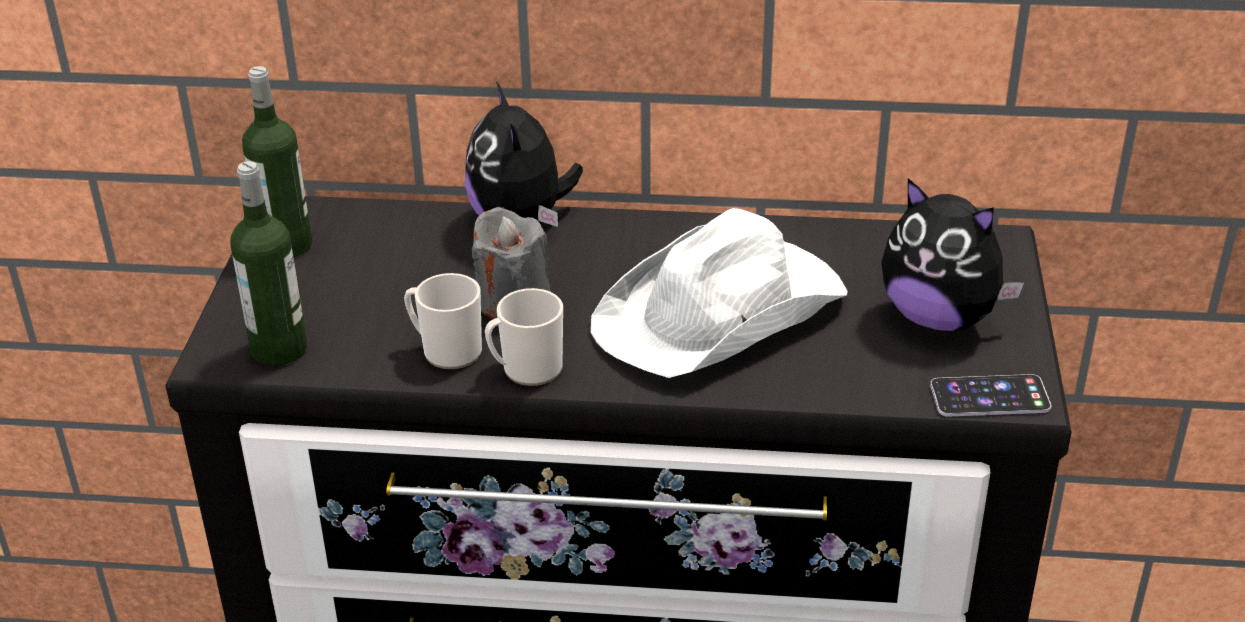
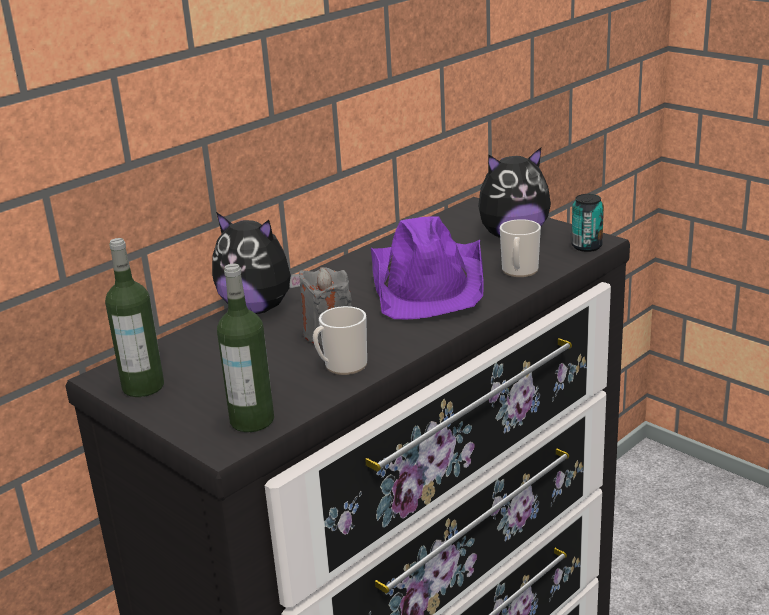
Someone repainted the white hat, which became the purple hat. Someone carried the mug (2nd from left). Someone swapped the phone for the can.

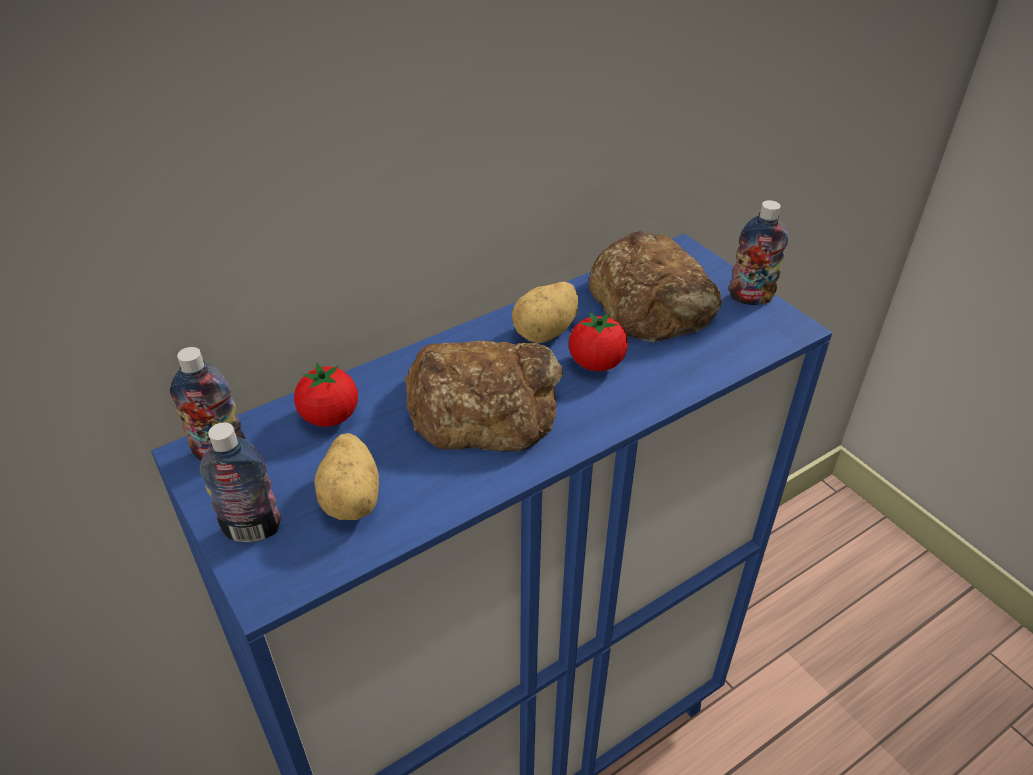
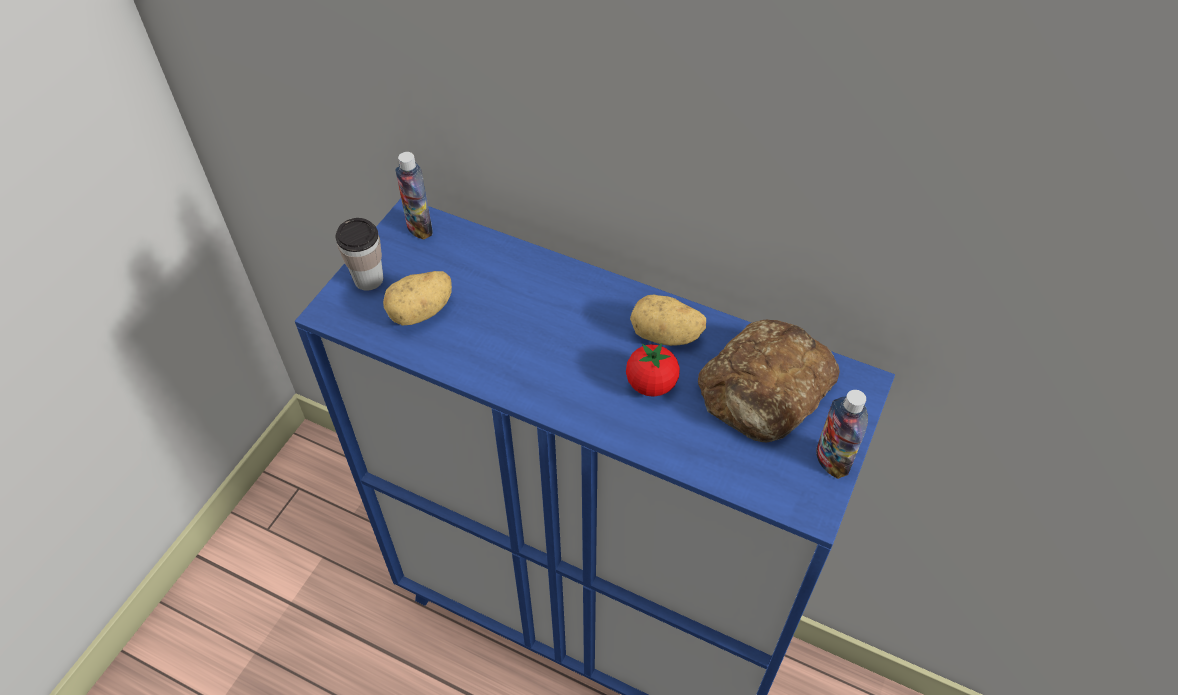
Someone swapped the bottle (2nd from left) for the cup. Someone took away the tomato (1st from left). Someone took away the bread (1st from left).

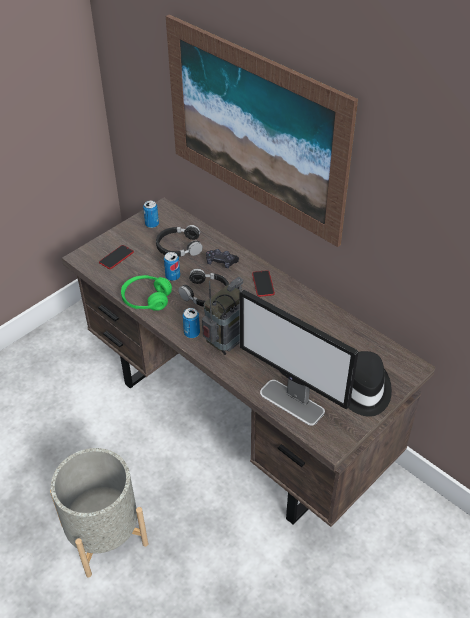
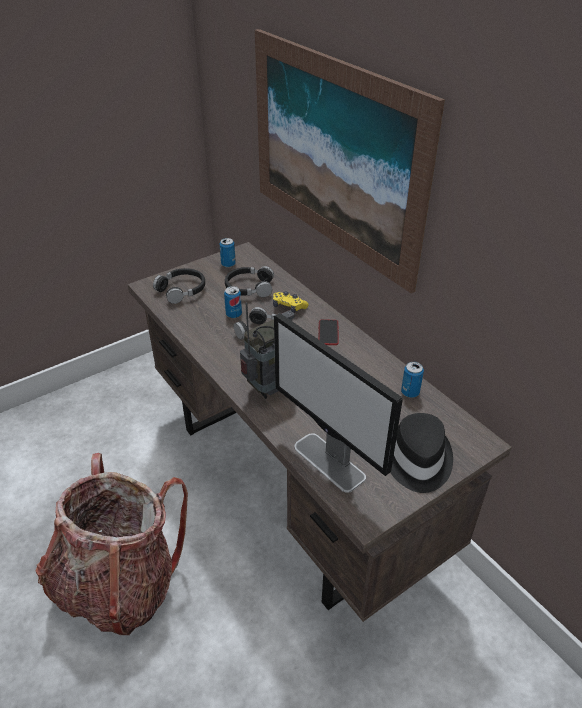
Someone swapped the grey planter for the backpack. Someone swapped the phone (1st from left) for the black headphones (1st from left). Someone repainted the black game controller, which became the yellow game controller. Someone carried the can (3rd from left). Someone took away the green headphones.

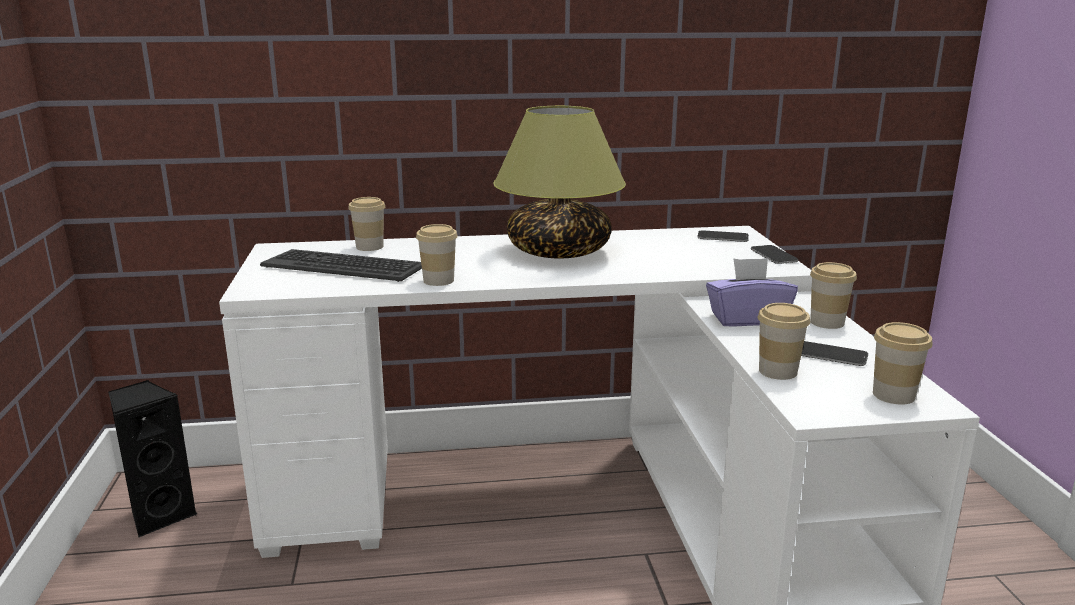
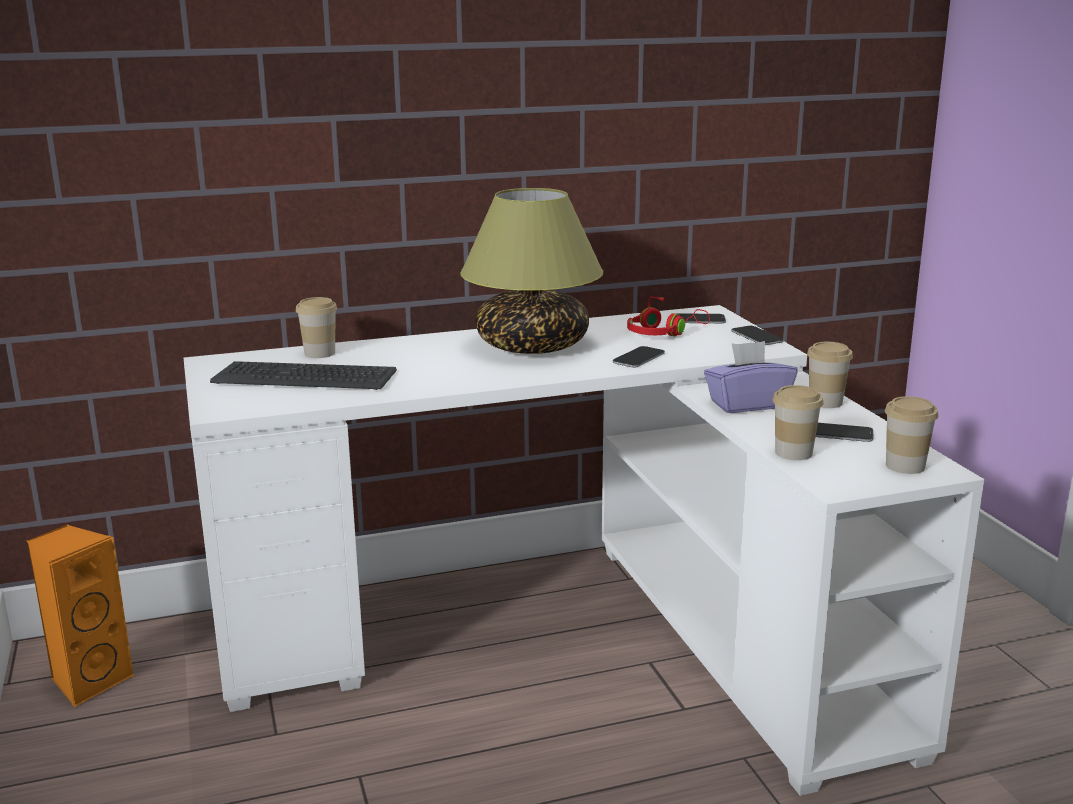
Someone repainted the black speaker, which became the orange speaker. Someone put down the phone (1st from left). Someone put down the red headphones. Someone took away the cup (2nd from left).

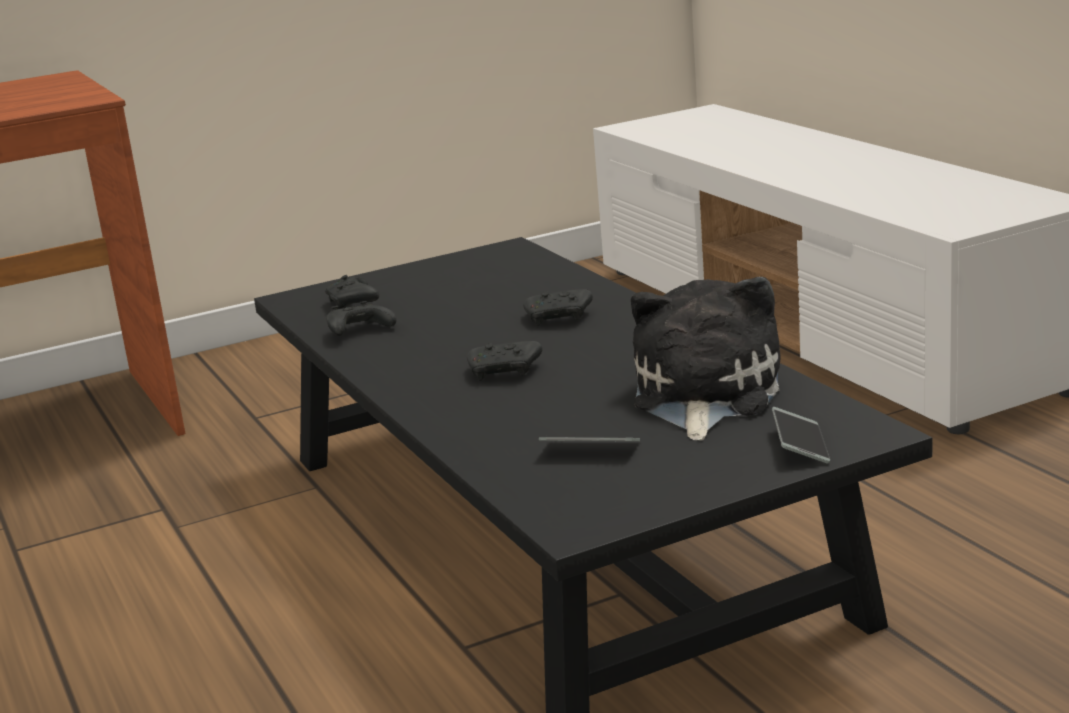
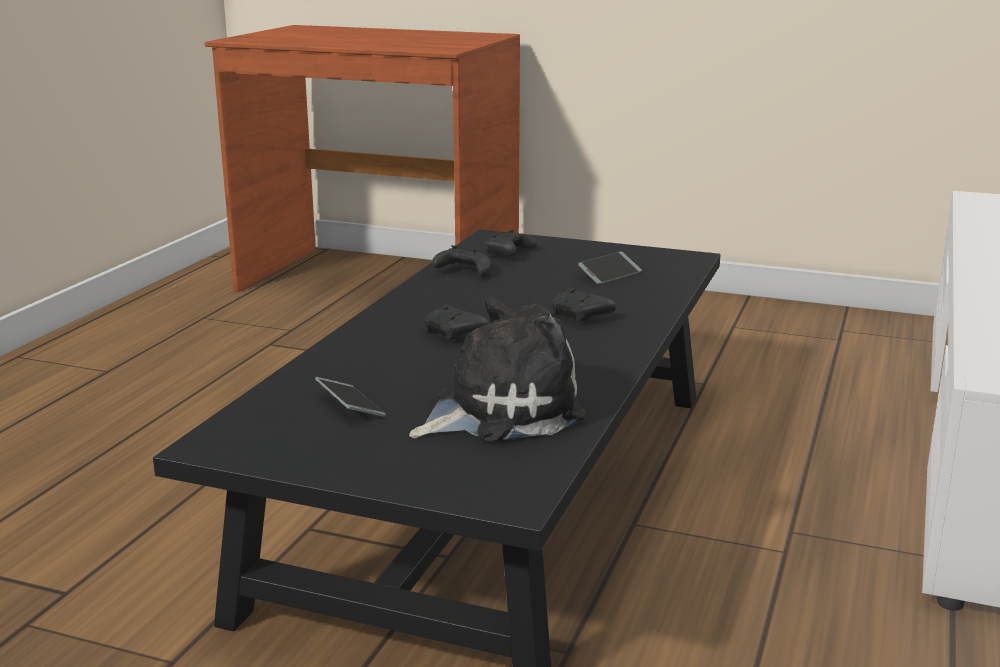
Someone carried the phone (2nd from left).

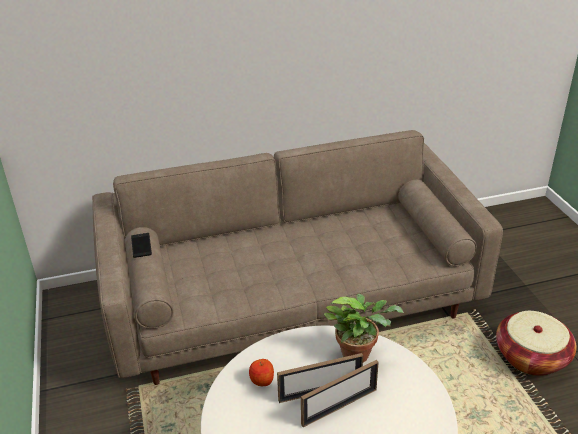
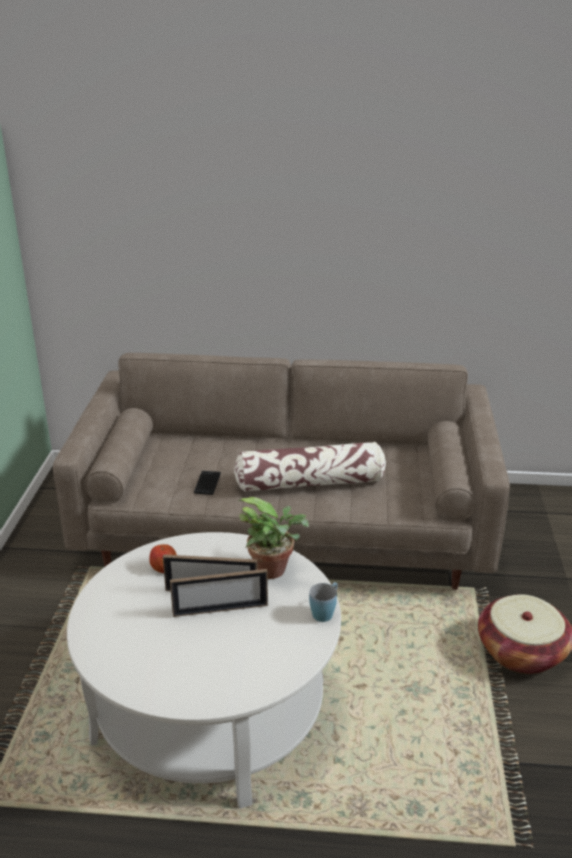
Someone carried the phone. Someone put down the pillow. Someone put down the blue mug.

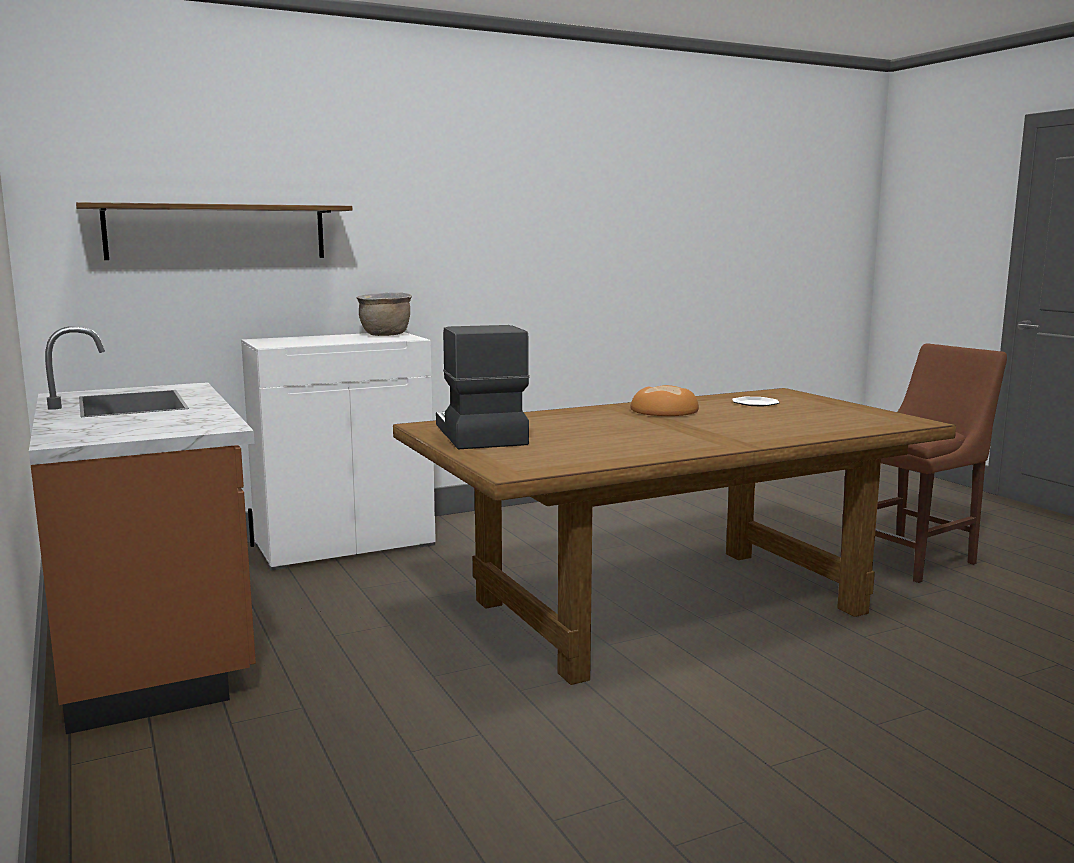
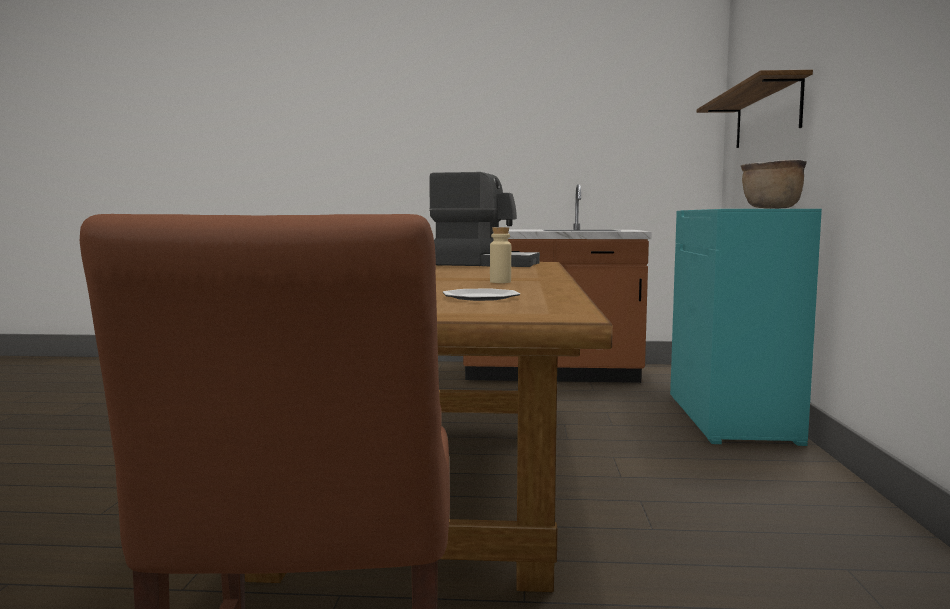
Someone swapped the bread for the beige bottle. Someone repainted the white cabinet, which became the turquoise cabinet.

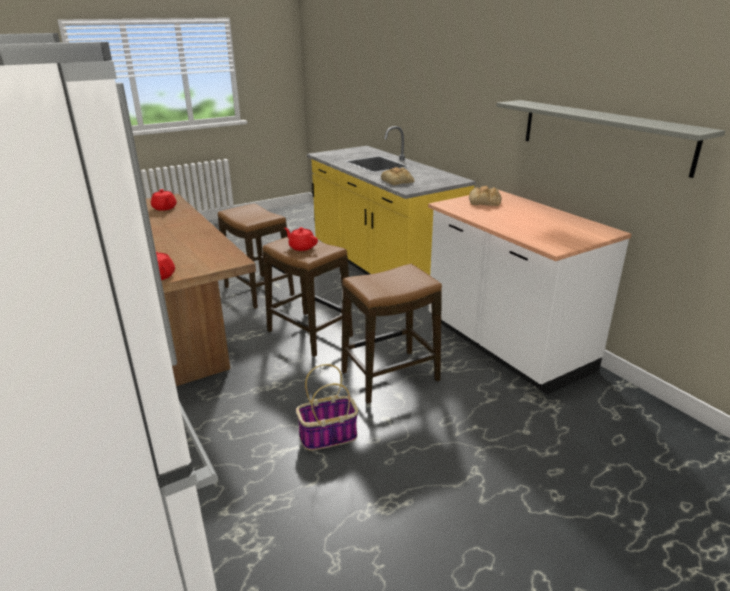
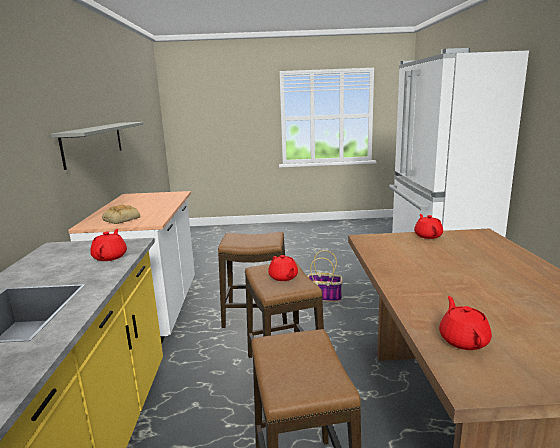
Someone swapped the bread (1st from left) for the red teapot (1st from left).

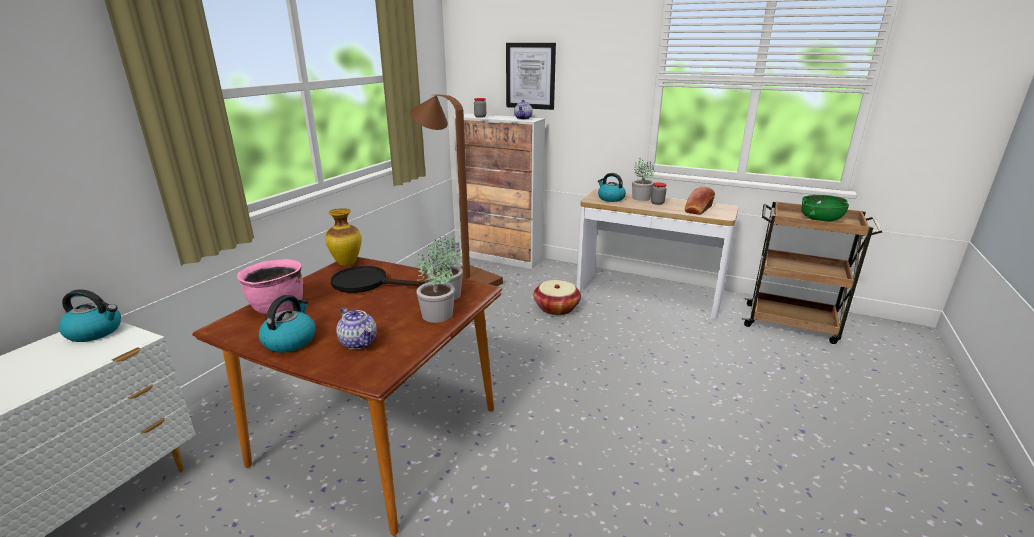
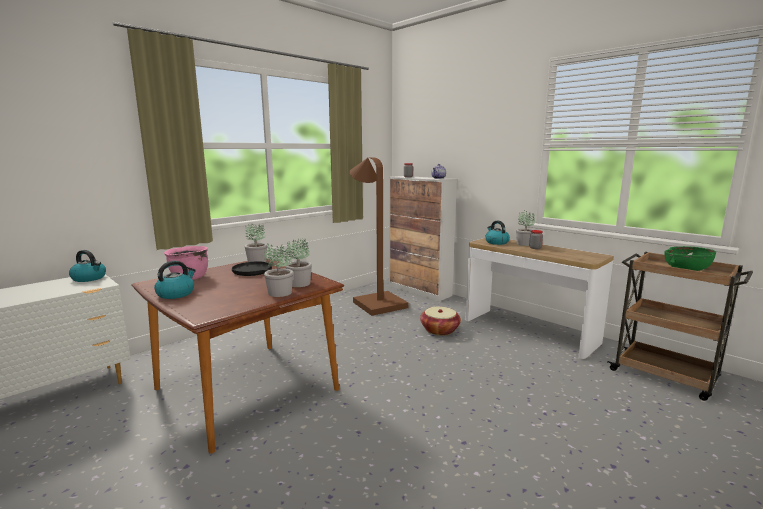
Someone swapped the vase for the potted plant (1st from left). Someone took away the teapot (1st from left). Someone took away the picture. Someone took away the bread.

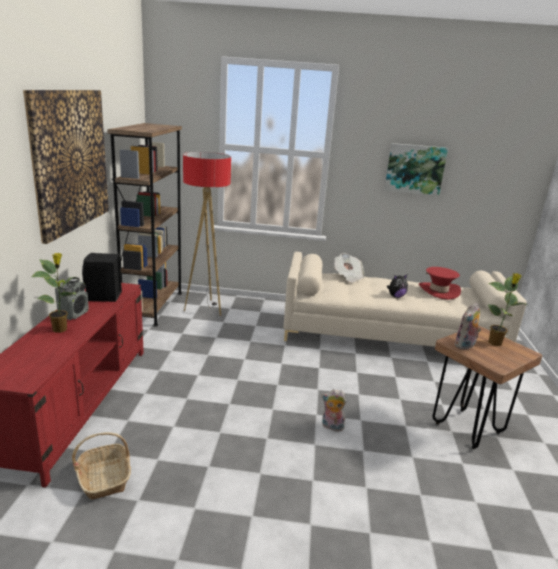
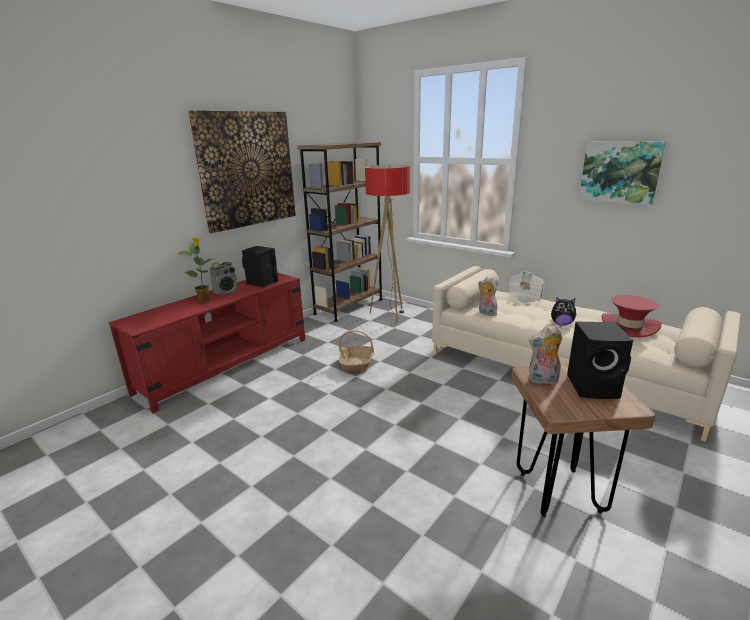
Someone carried the basket. Someone carried the plush toy (1st from left). Someone swapped the potted plant (2nd from left) for the black speaker (2nd from left).

